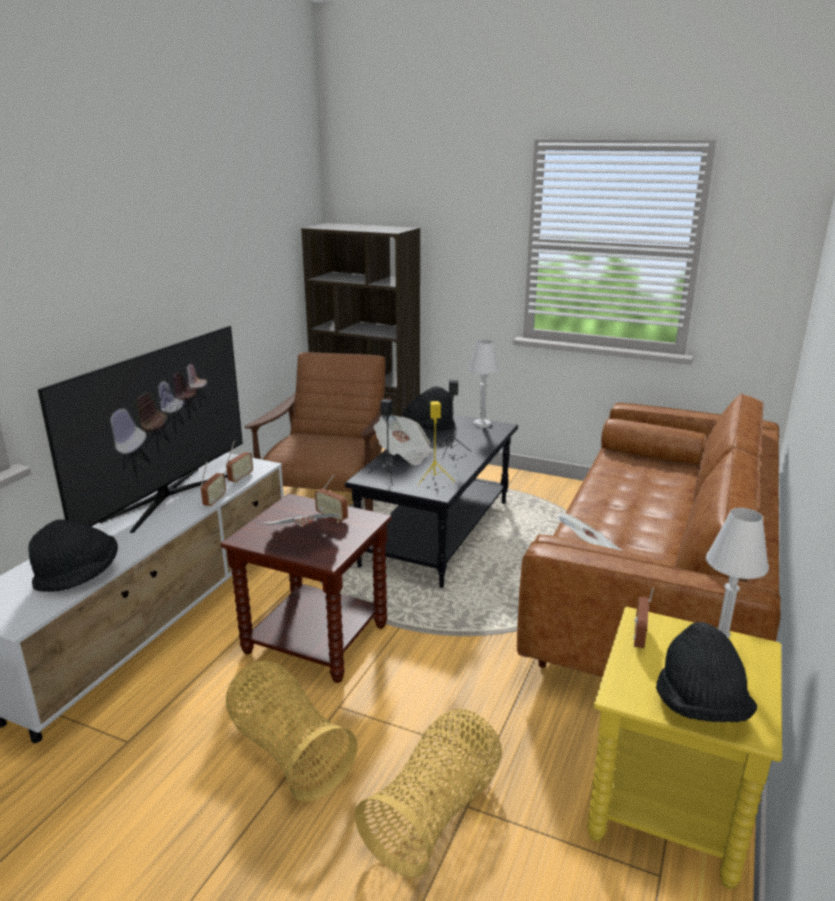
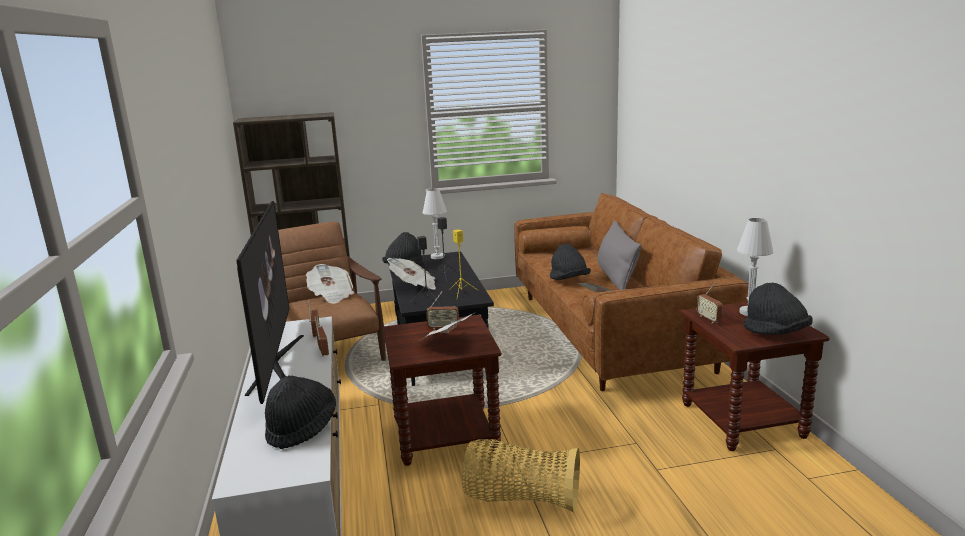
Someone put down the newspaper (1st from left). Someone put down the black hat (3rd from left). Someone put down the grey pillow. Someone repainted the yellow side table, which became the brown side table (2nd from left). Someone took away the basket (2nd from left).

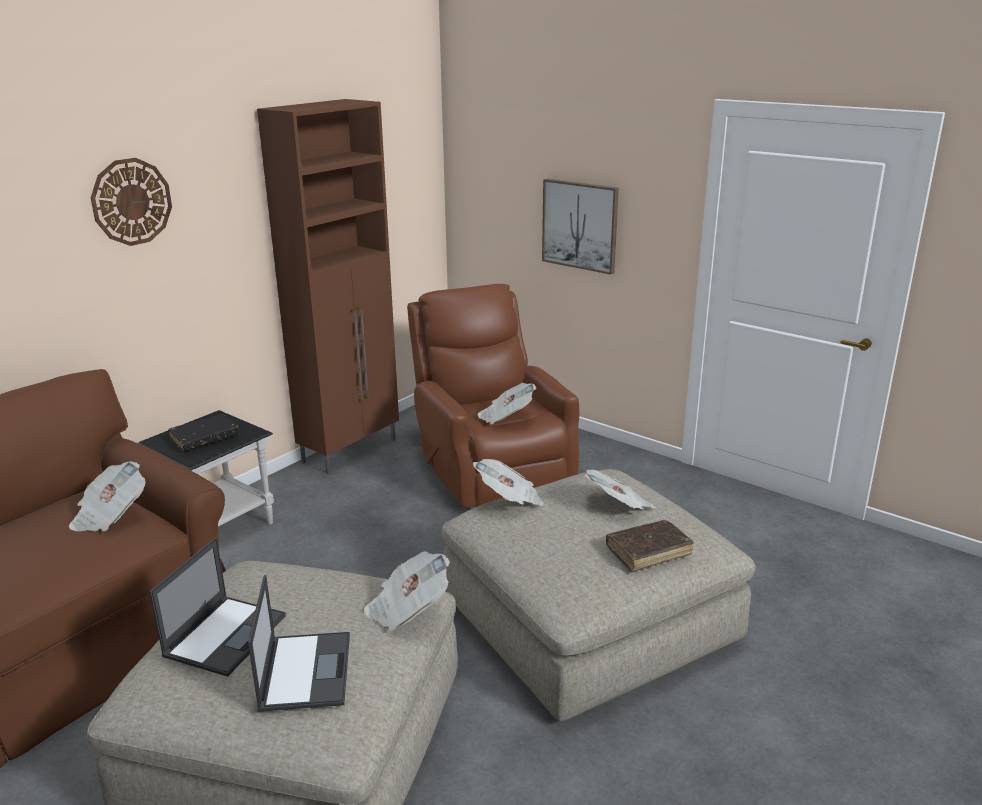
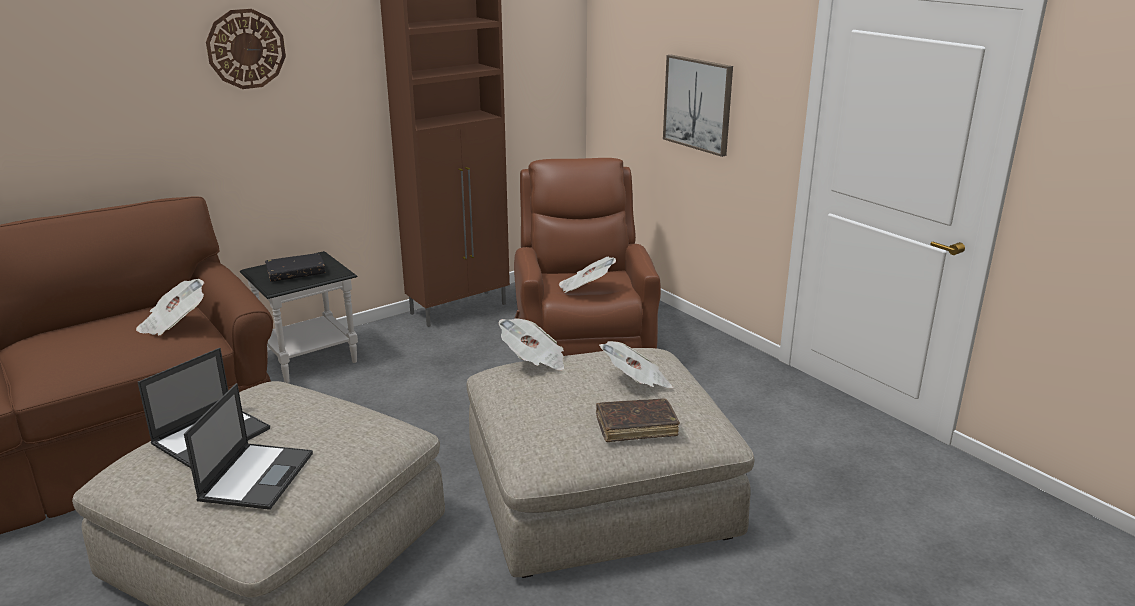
Someone took away the newspaper (2nd from left).

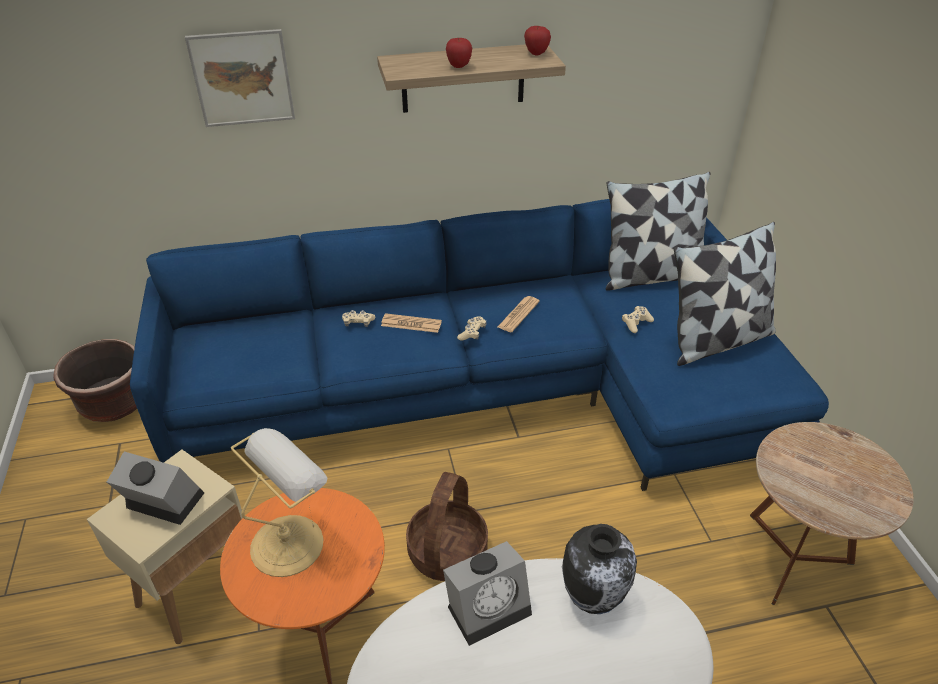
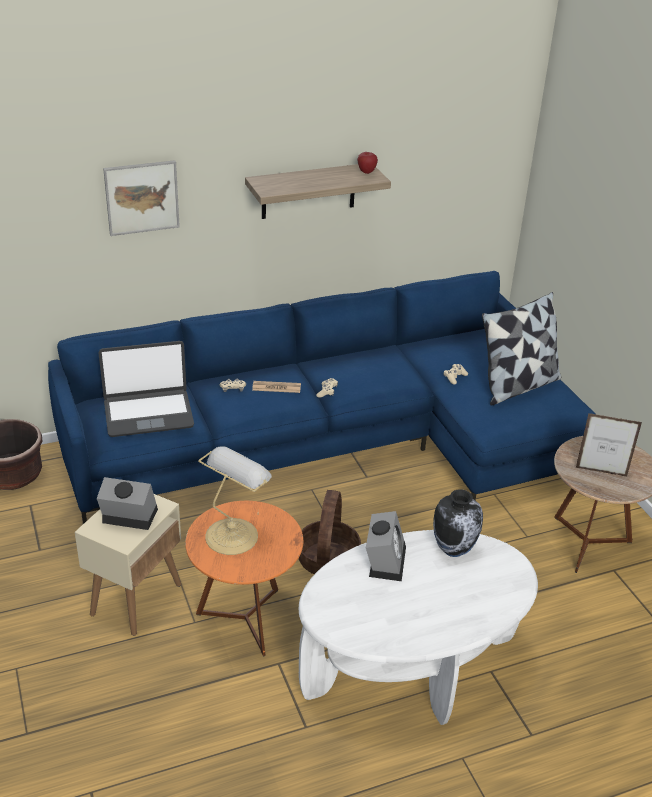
Someone put down the laptop. Someone rotated the alarm clock (2nd from left) by 45 degrees counterclockwise. Someone put down the picture frame. Someone took away the apple (1st from left). Someone took away the newspaper (2nd from left). Someone took away the pillow (1st from left).

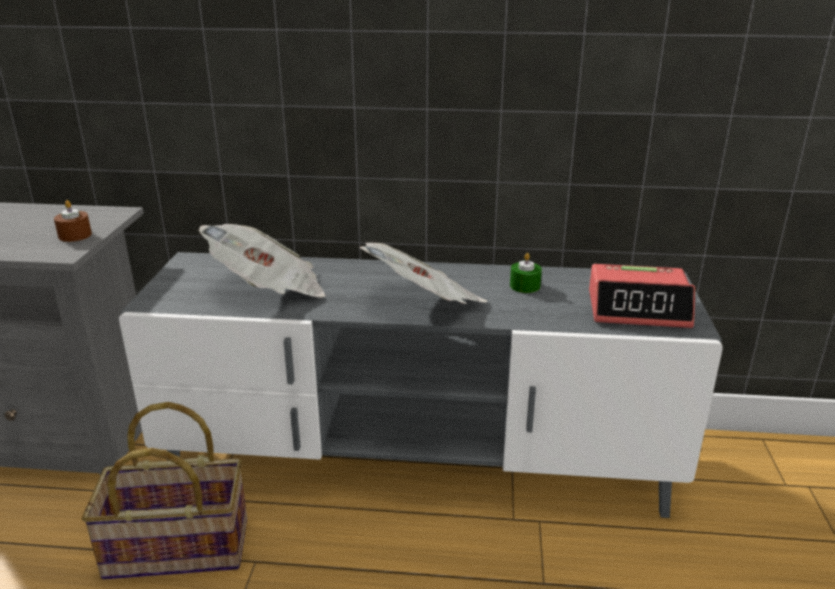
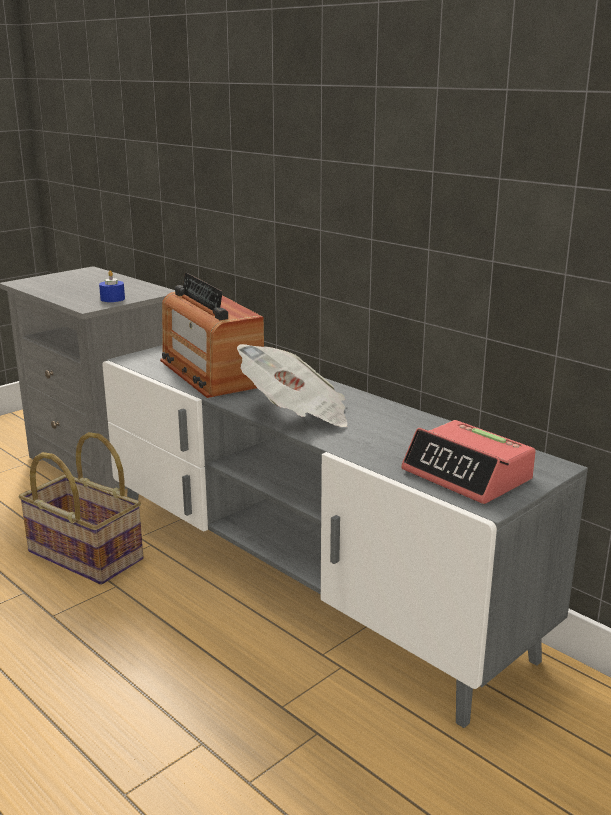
Someone repainted the brown candle, which became the blue candle. Someone swapped the newspaper (1st from left) for the radio. Someone took away the green candle.

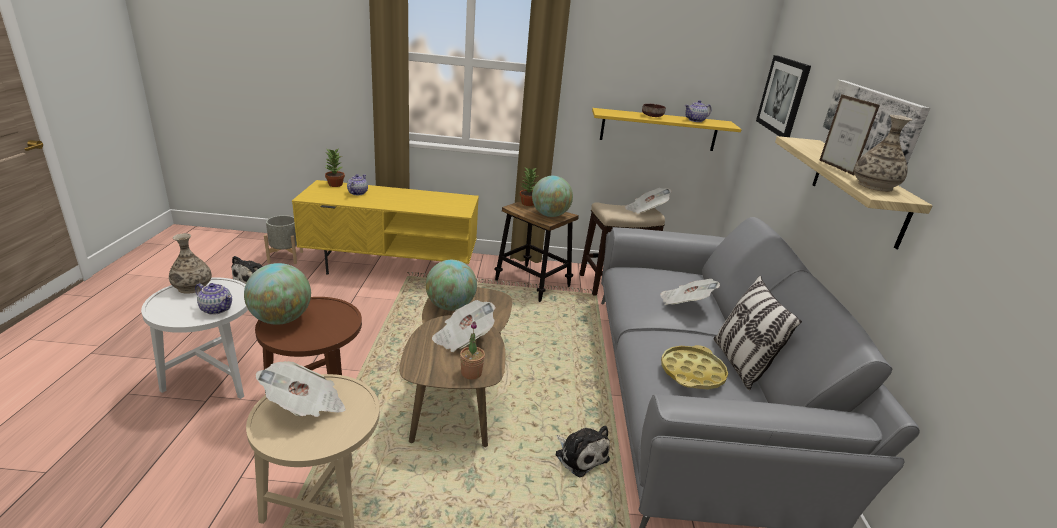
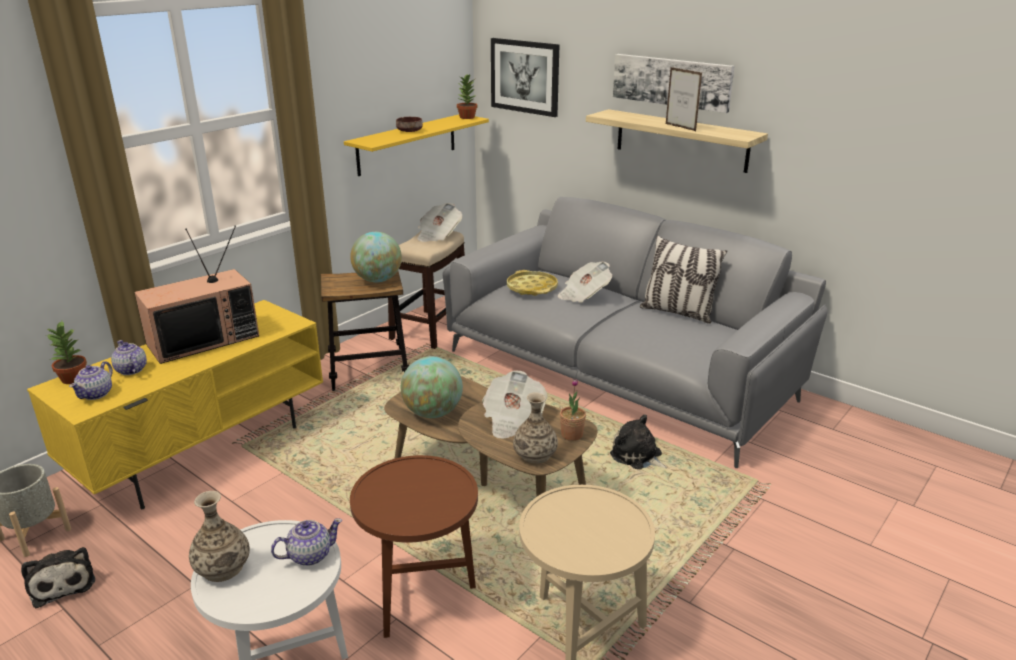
Someone carried the teapot (3rd from left in the first image). Someone put down the television. Someone carried the potted plant (3rd from left in the first image). Someone carried the yellow tray. Someone carried the vase (2nd from left). Someone rotated the plush toy (2nd from left) by 135 degrees counterclockwise. Someone rotated the picture frame by 150 degrees counterclockwise. Someone took away the globe (1st from left). Someone took away the newspaper (1st from left).

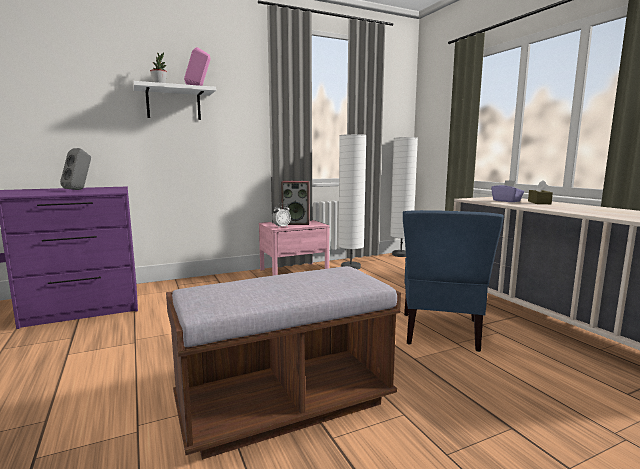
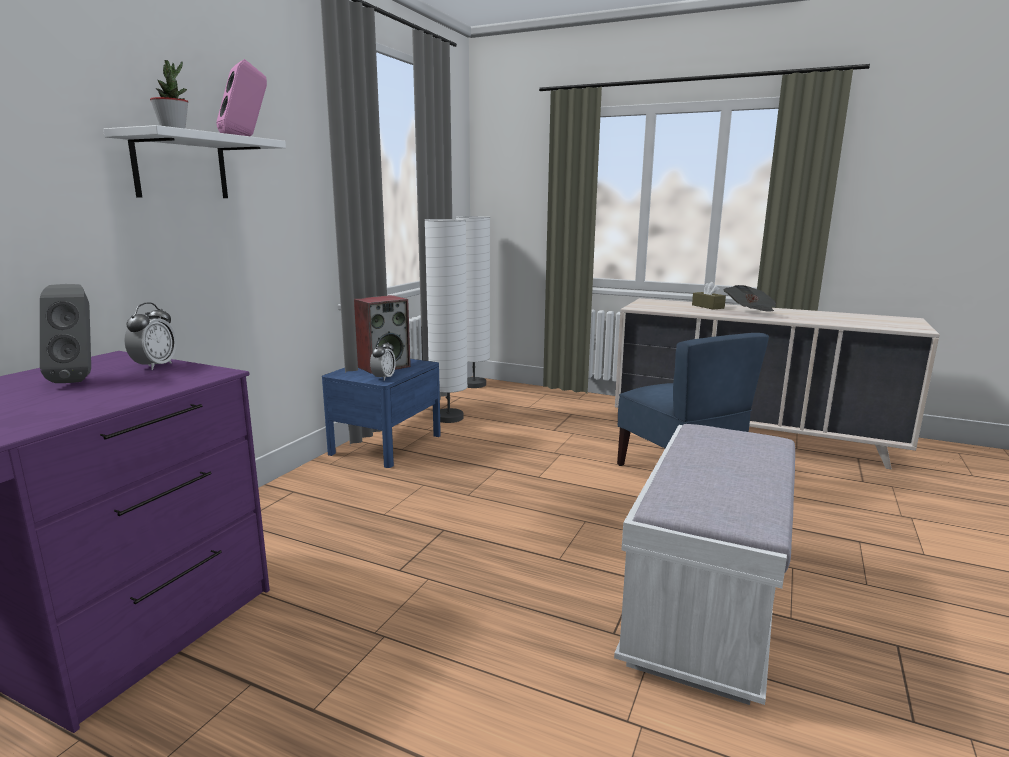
Someone put down the alarm clock (1st from left). Someone repainted the pink nightstand, which became the blue nightstand. Someone repainted the brown bench, which became the white bench. Someone put down the newspaper. Someone took away the purple tissue box.

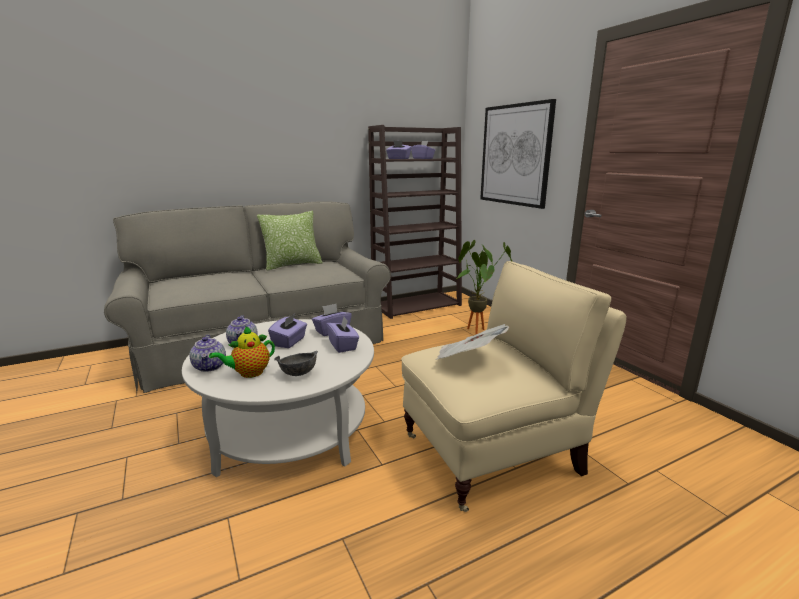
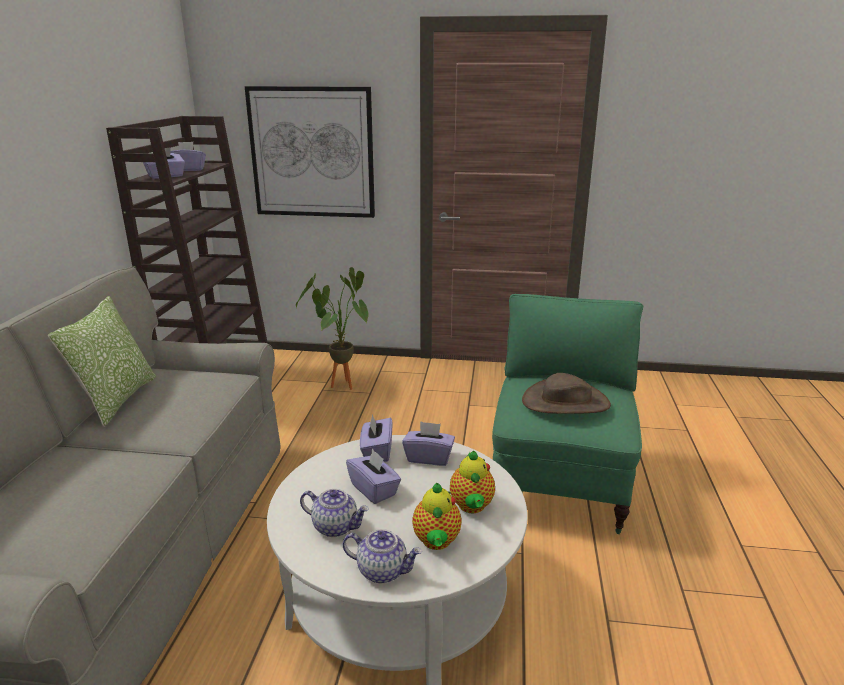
Someone swapped the grey bowl for the teapot (4th from left). Someone repainted the beige armchair, which became the green armchair. Someone swapped the newspaper for the brown hat.

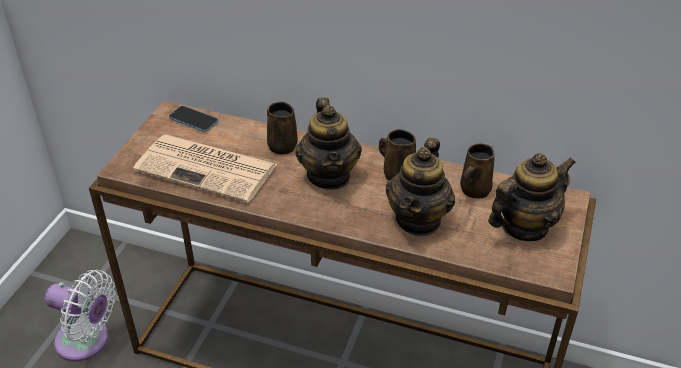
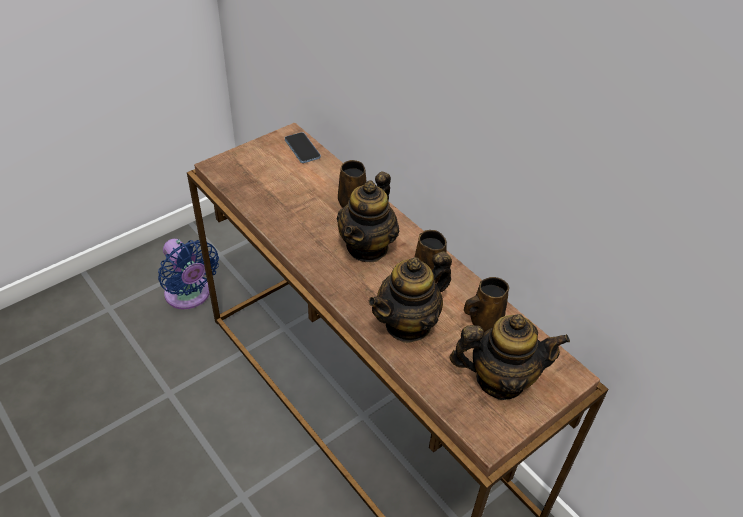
Someone repainted the white fan, which became the blue fan. Someone took away the newspaper.

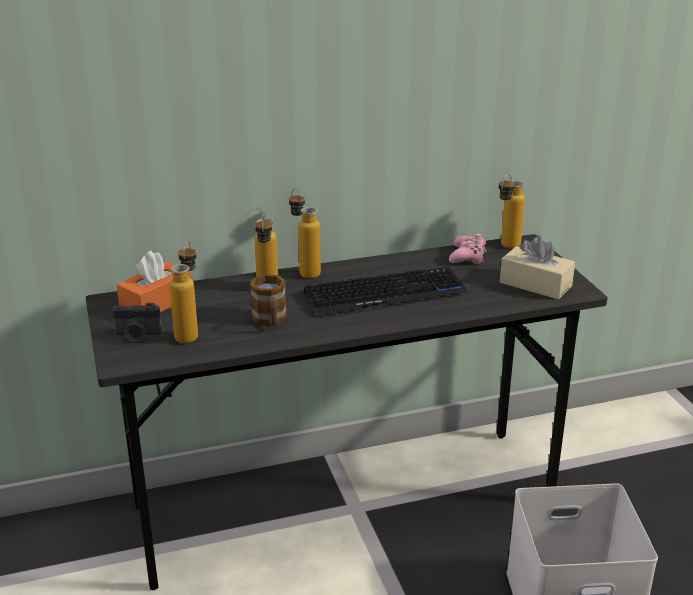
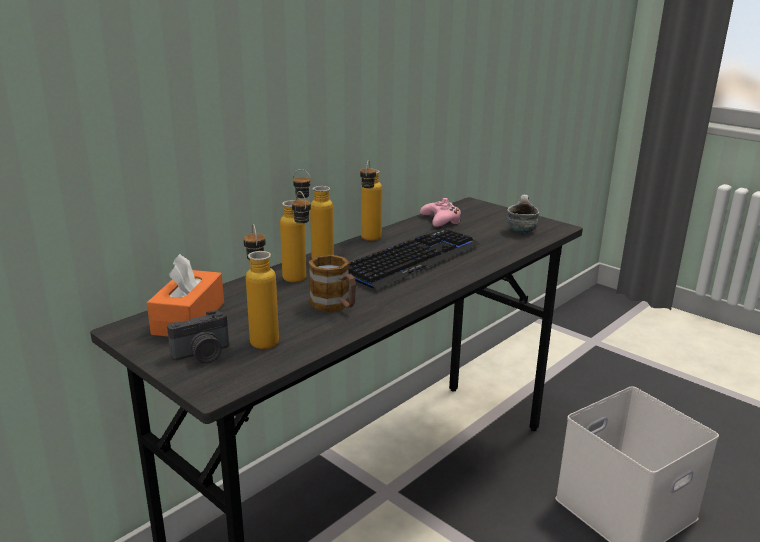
Someone carried the bottle (4th from left). Someone swapped the beige tissue box for the mug (2nd from left).

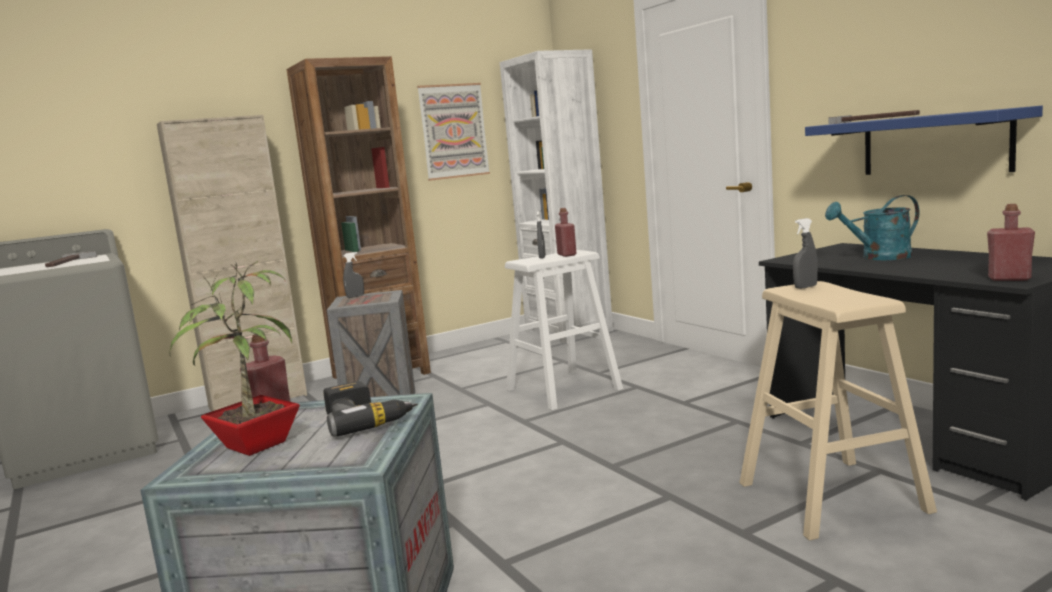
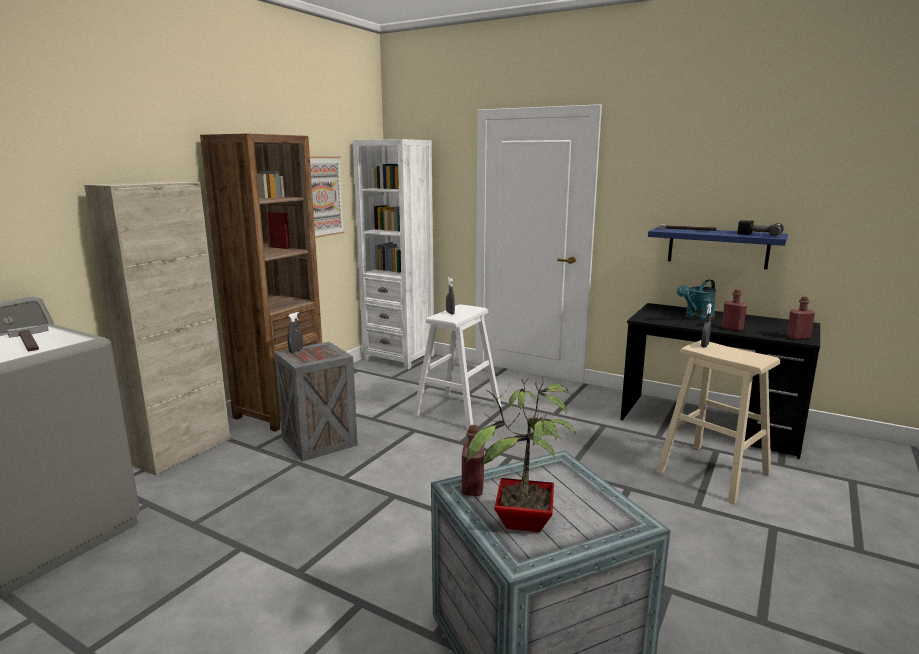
Someone carried the red bottle (2nd from left). Someone carried the power drill.

